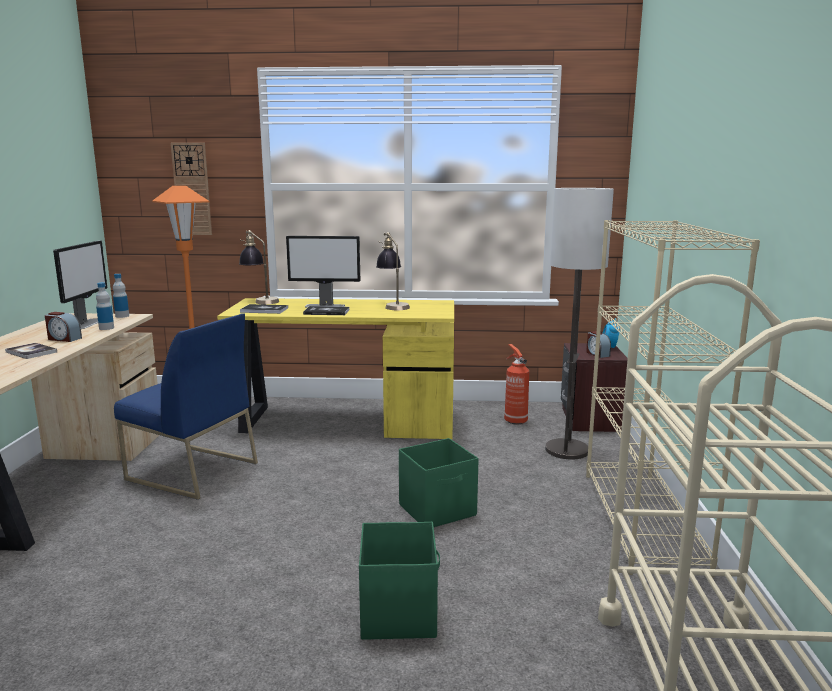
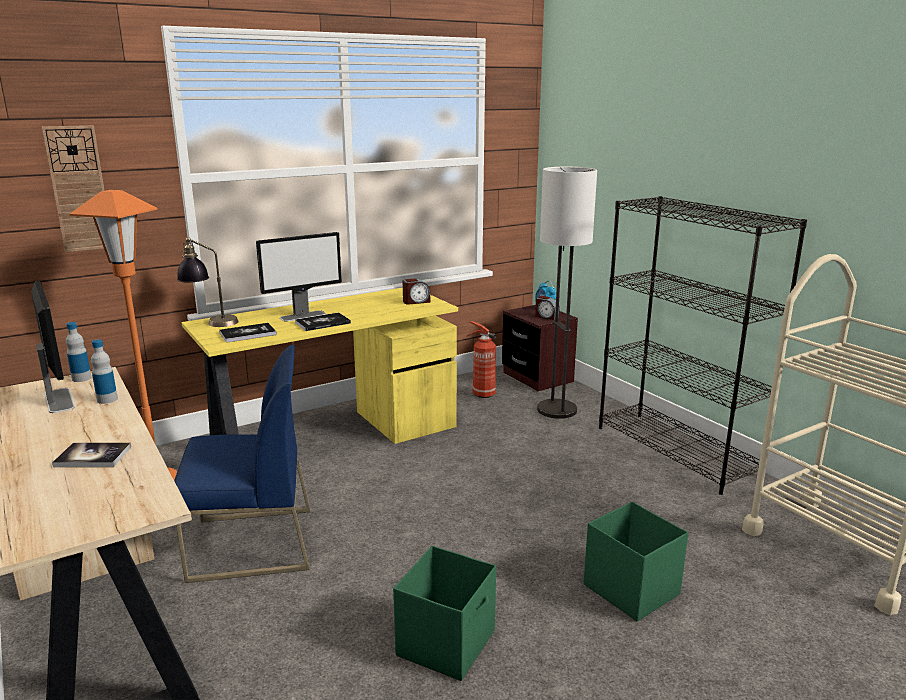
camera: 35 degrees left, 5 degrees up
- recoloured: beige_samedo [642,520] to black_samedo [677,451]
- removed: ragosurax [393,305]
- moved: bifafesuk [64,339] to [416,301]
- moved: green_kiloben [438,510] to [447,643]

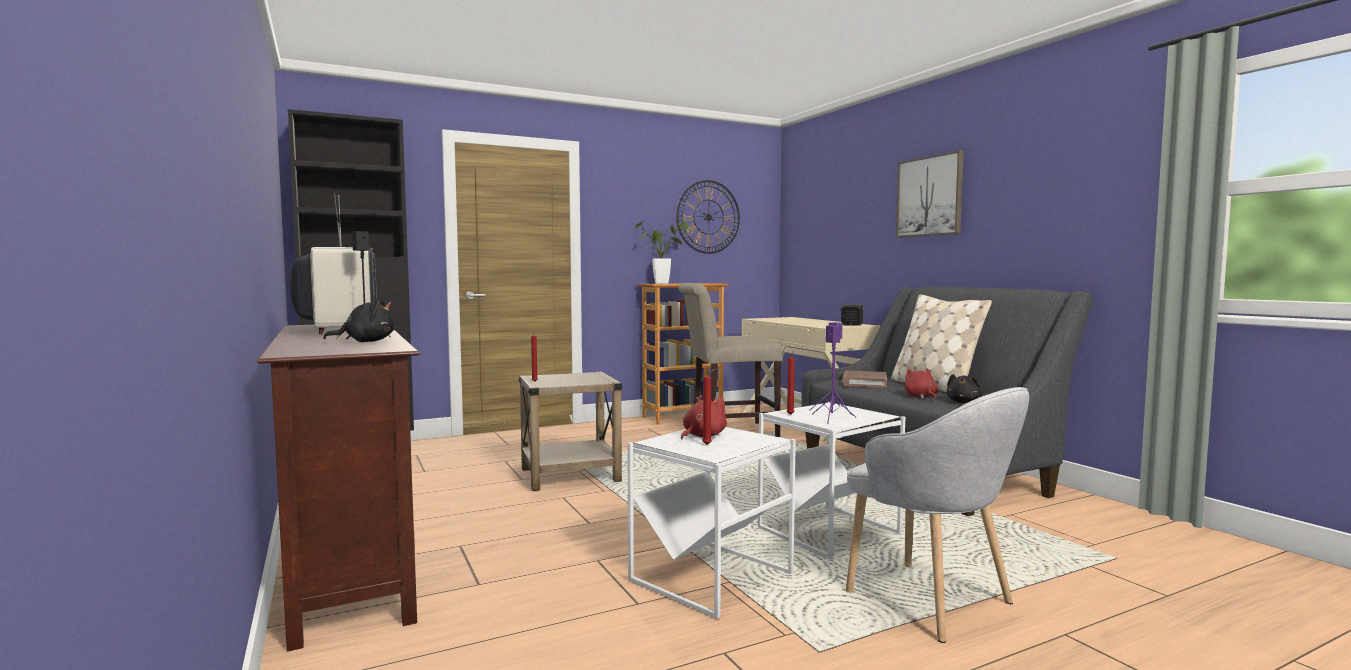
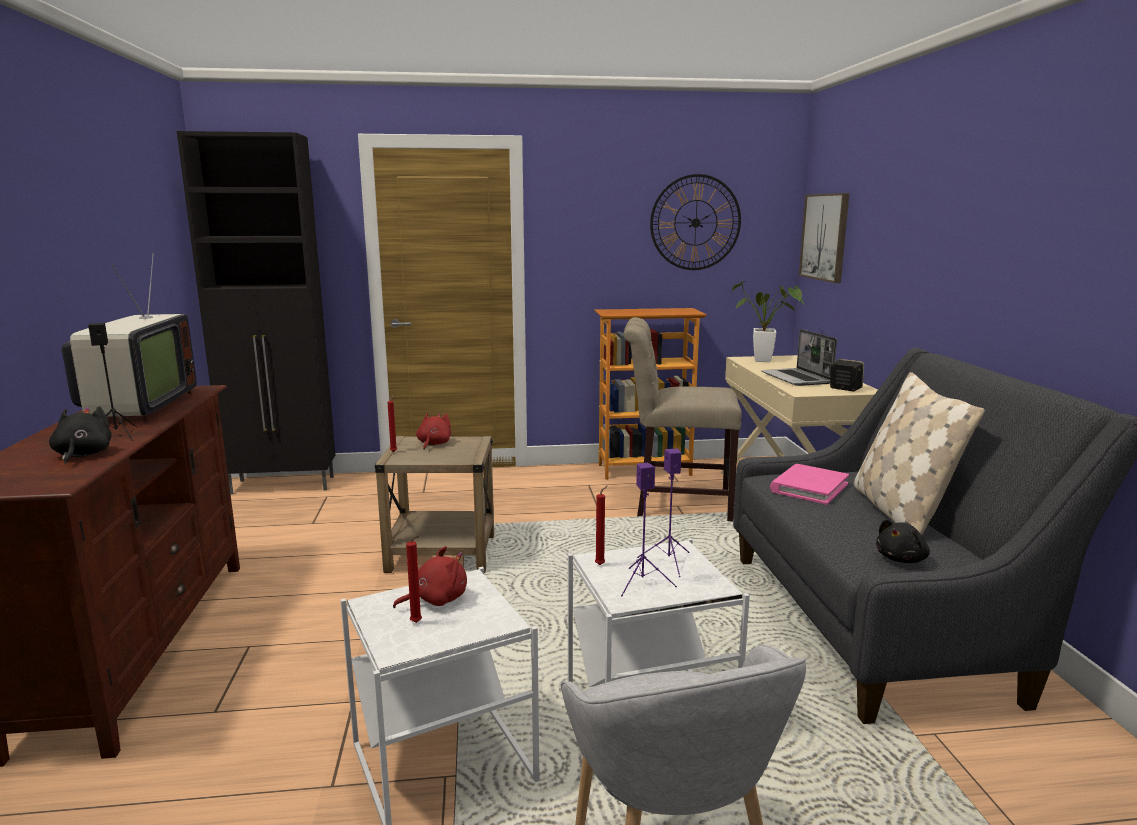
camera: 20 degrees right, 10 degrees up
- moved: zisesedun [930,196] to [825,237]
- moved: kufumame [665,283] to [767,361]
- turned: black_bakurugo [366,341] = [82,455] 105 degrees counterclockwise
- moved: red_bakurugo [921,397] to [433,444]
- recoloured: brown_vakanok [864,382] to pink_vakanok [809,487]
- added: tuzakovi [797,378]

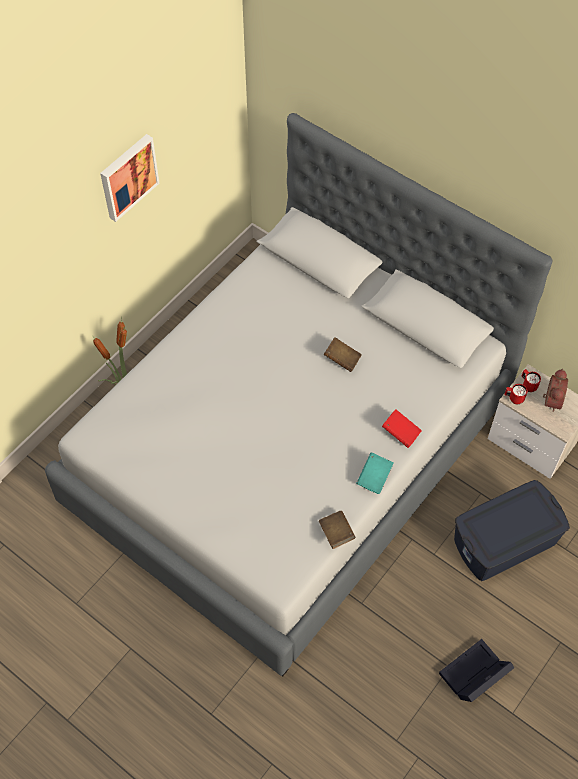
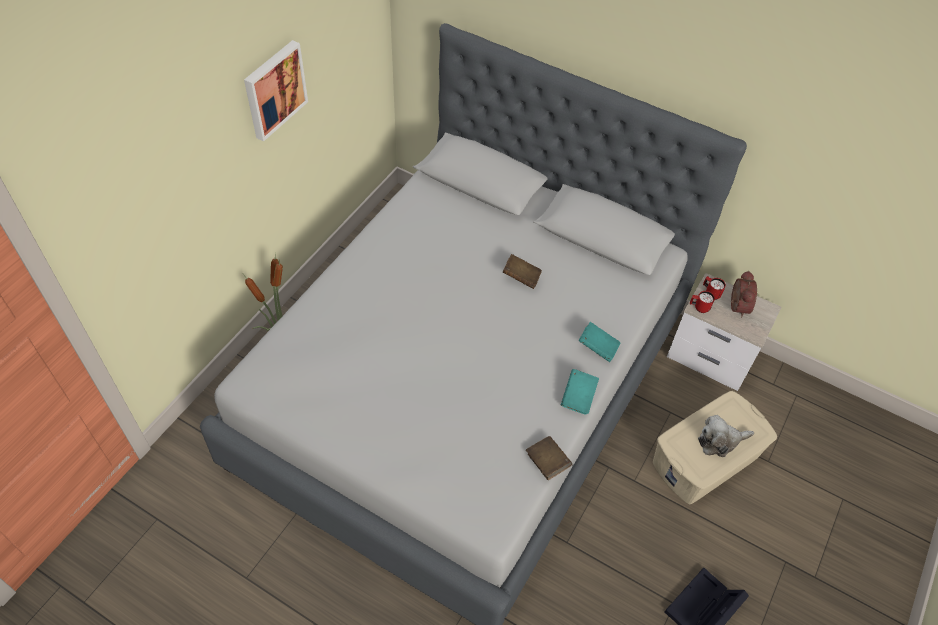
camera: 10 degrees left, 5 degrees down
- recoloured: red_vakanok [400,433] to turquoise_vakanok [597,348]
- recoloured: blue_kiloben [505,542] to beige_kiloben [705,460]
- added: bakurugo [720,441]

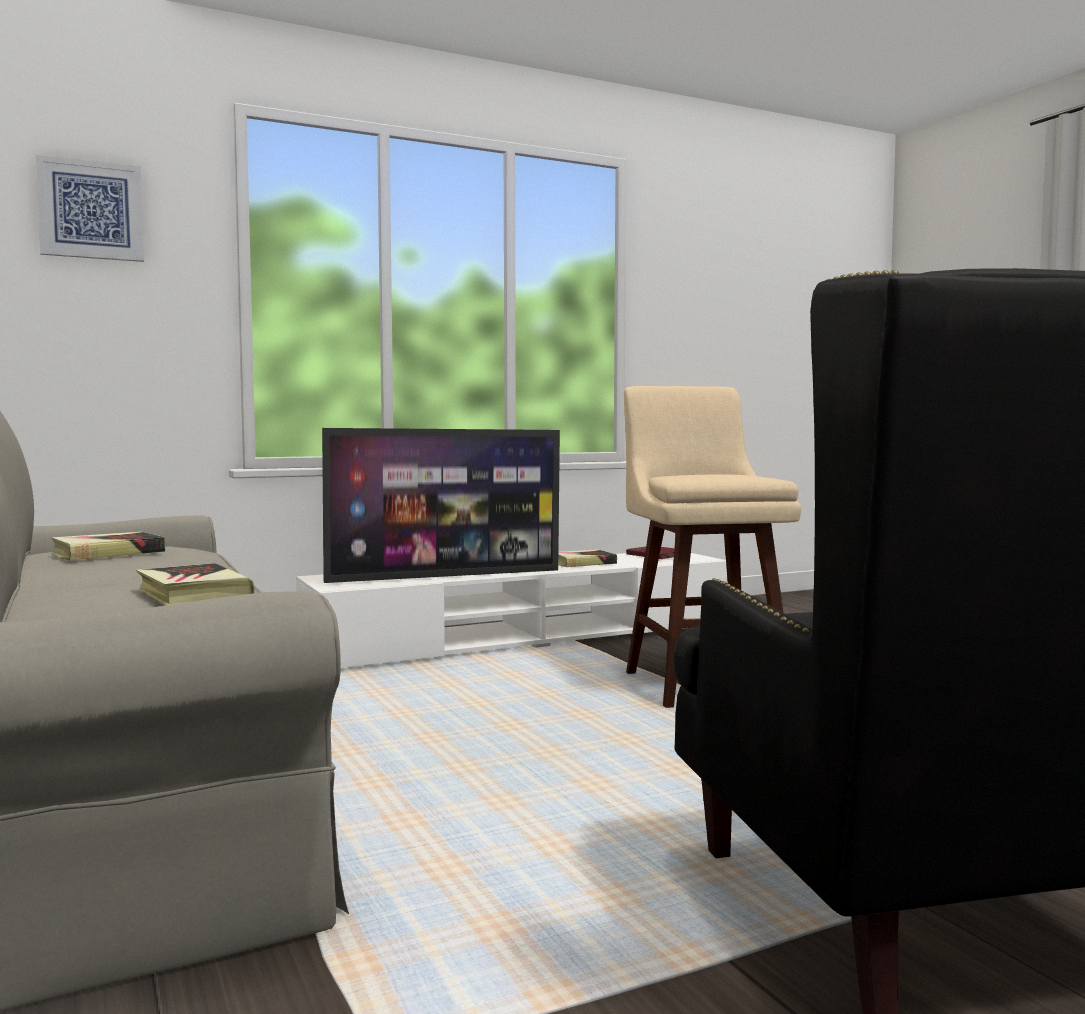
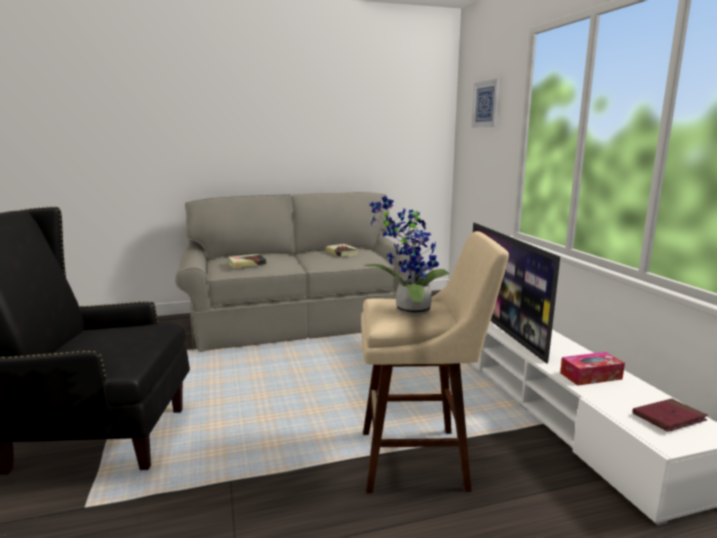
camera: 100 degrees right, 10 degrees up
- replaced: vakanok [583,563] to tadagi [590,376]
- added: kufumame [408,311]

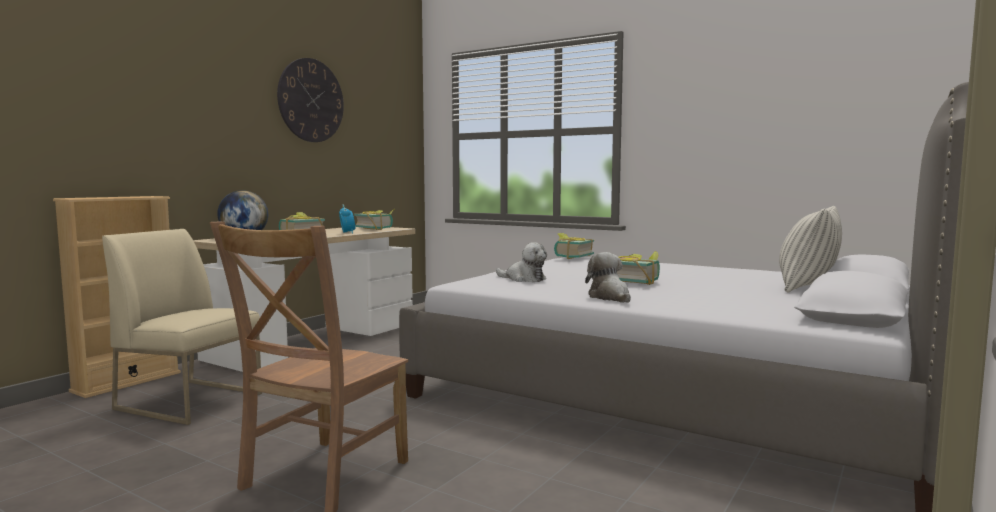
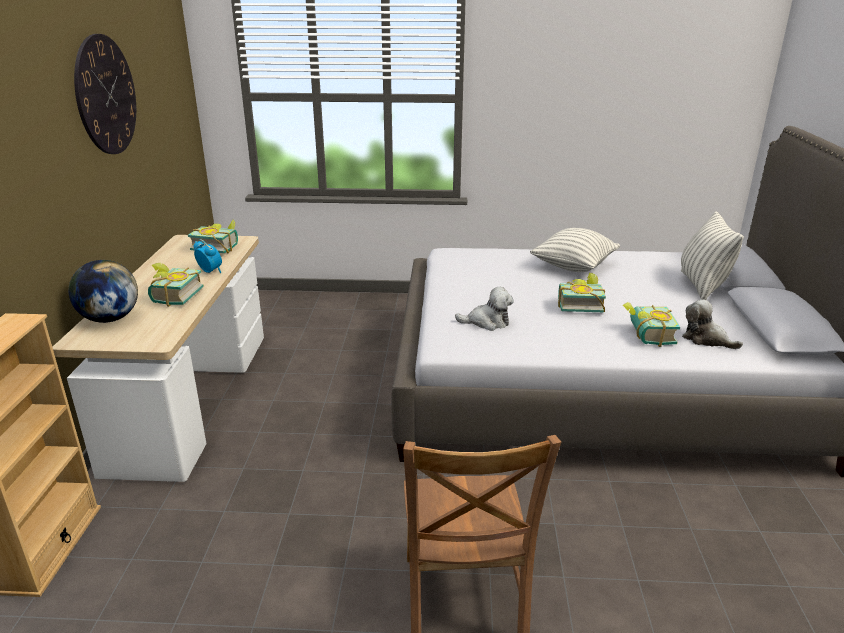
camera: 30 degrees left, 20 degrees up
- removed: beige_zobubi [191,401]
- moved: vakanok [570,257] to [646,335]
- moved: bakurugo [610,297] to [706,339]
- added: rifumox [573,267]

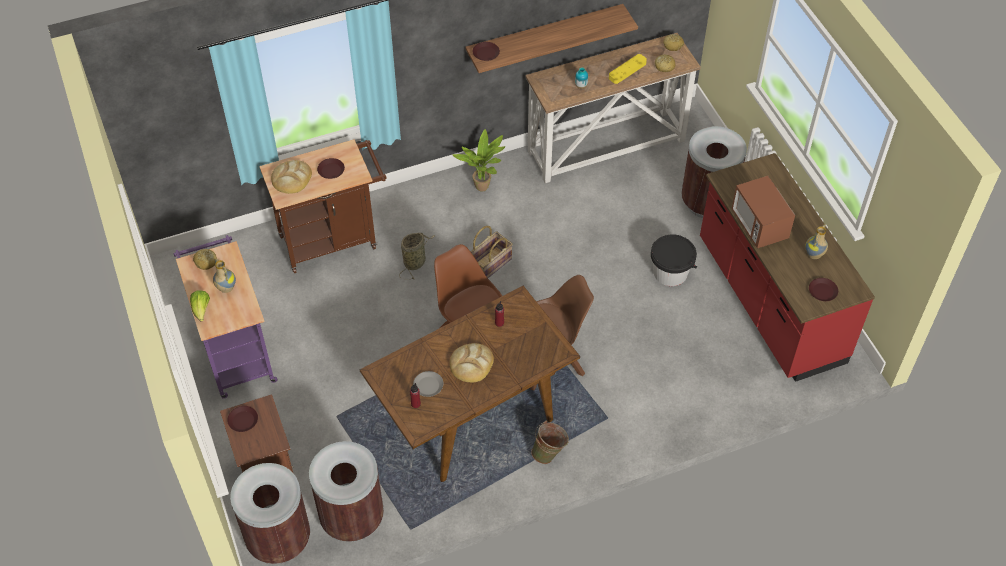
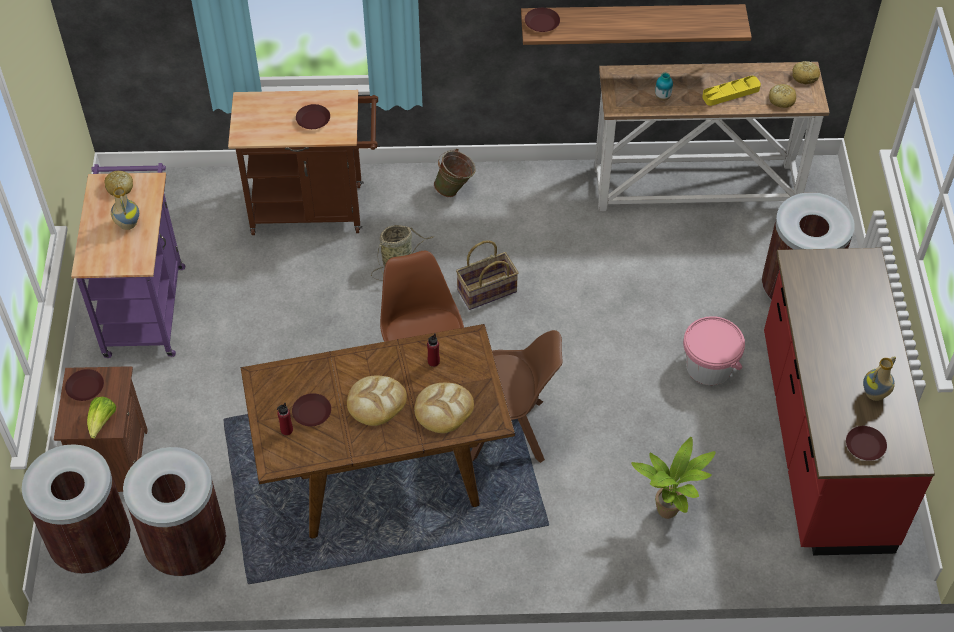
camera: 20 degrees right, 0 degrees up
- moved: kufumame [483,188] to [668,514]
- moved: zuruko [291,178] to [443,409]
- removed: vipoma [759,225]
- recoloured: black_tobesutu [670,272] to pink_tobesutu [709,366]
- moved: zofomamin [201,310] to [102,422]
- recoloured: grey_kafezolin [428,386] to brown_kafezolin [312,413]
- moved: green_tobesutu [549,453] to [455,190]

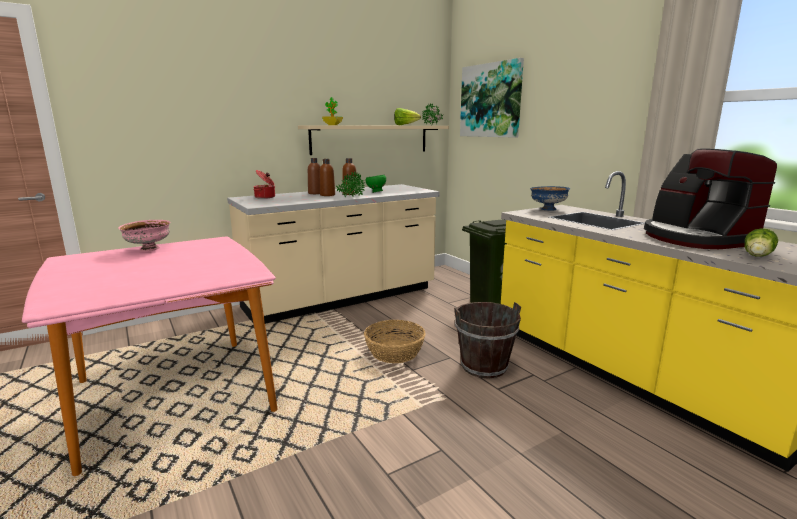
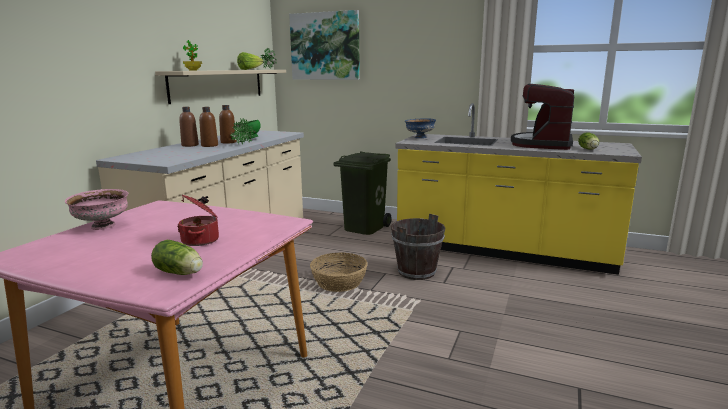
camera: 35 degrees left, 0 degrees up
- turned: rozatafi [696,238] = [542,144] 75 degrees clockwise
- moved: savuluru [265,197] to [201,240]
- added: zofomamin [180,273]

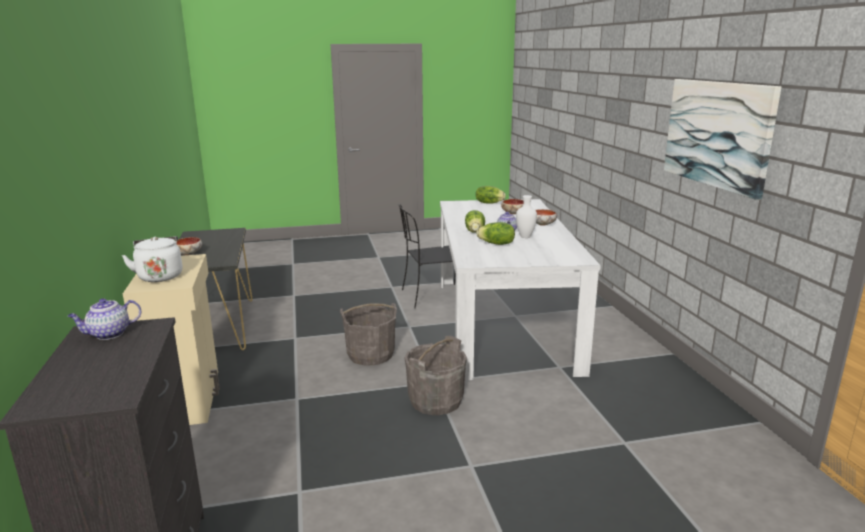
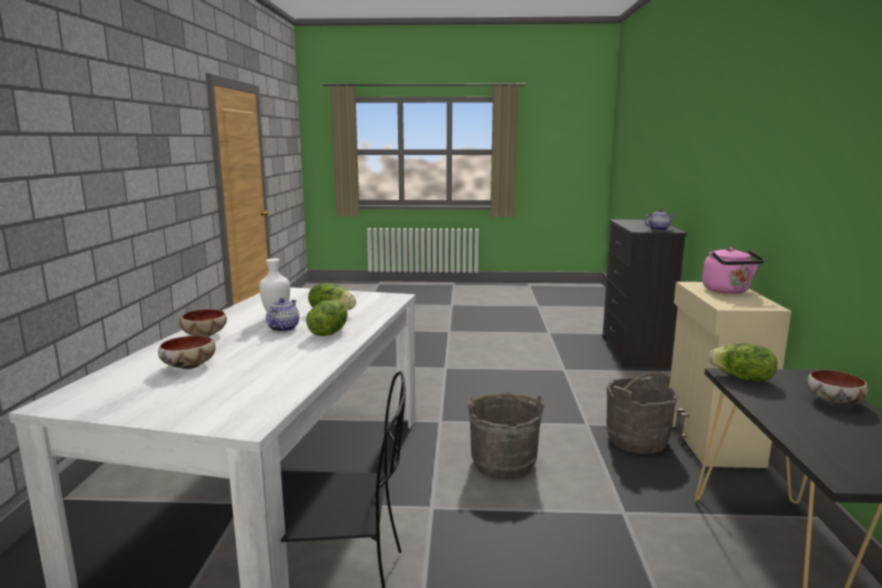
camera: 165 degrees left, 5 degrees down
- removed: zisesedun [717,134]
- moved: zofomamin [489,203] to [742,378]
- recoloured: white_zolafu [160,276] to pink_zolafu [728,291]
- moved: grey_tobesutu [436,401] to [637,440]

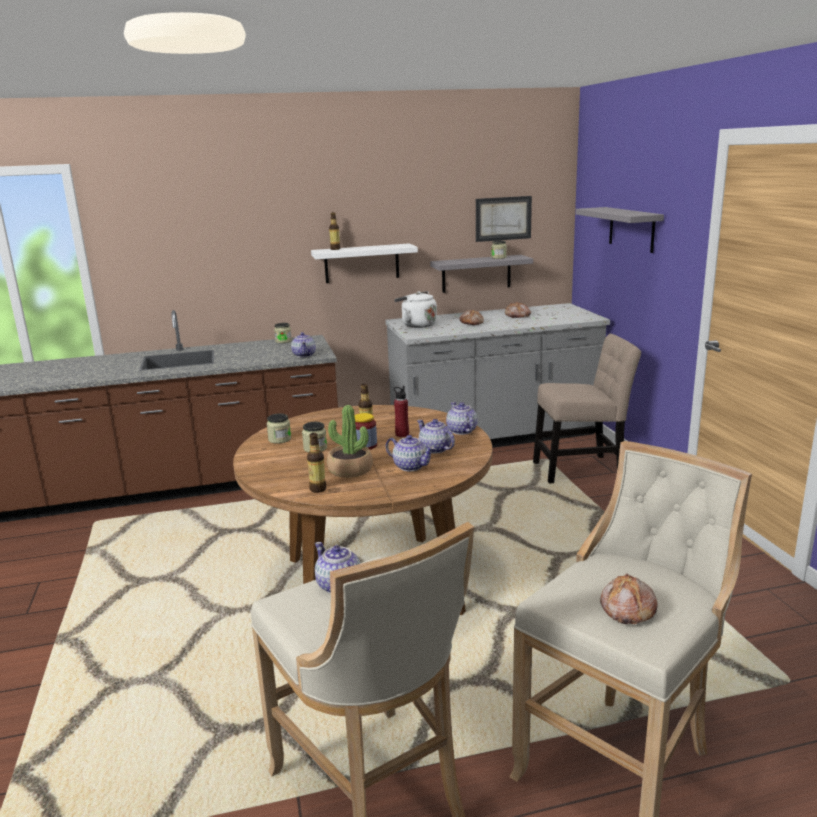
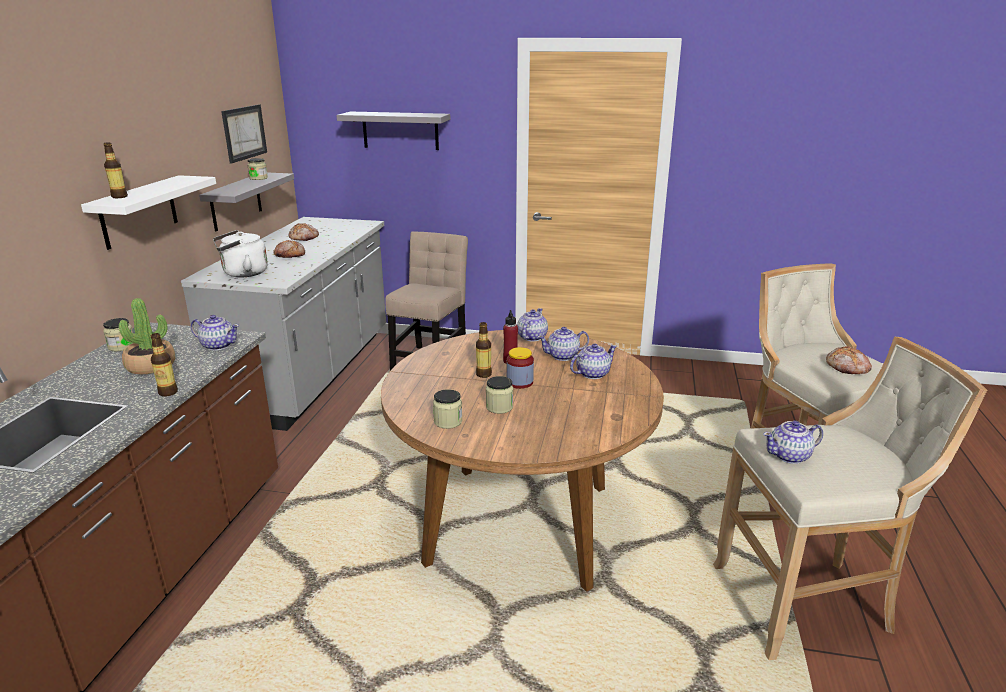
camera: 65 degrees left, 5 degrees up
- turned: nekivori [461,431] = [531,337] 105 degrees clockwise
- moved: kufumame [350,470] to [151,366]
- moved: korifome [318,489] to [168,392]

